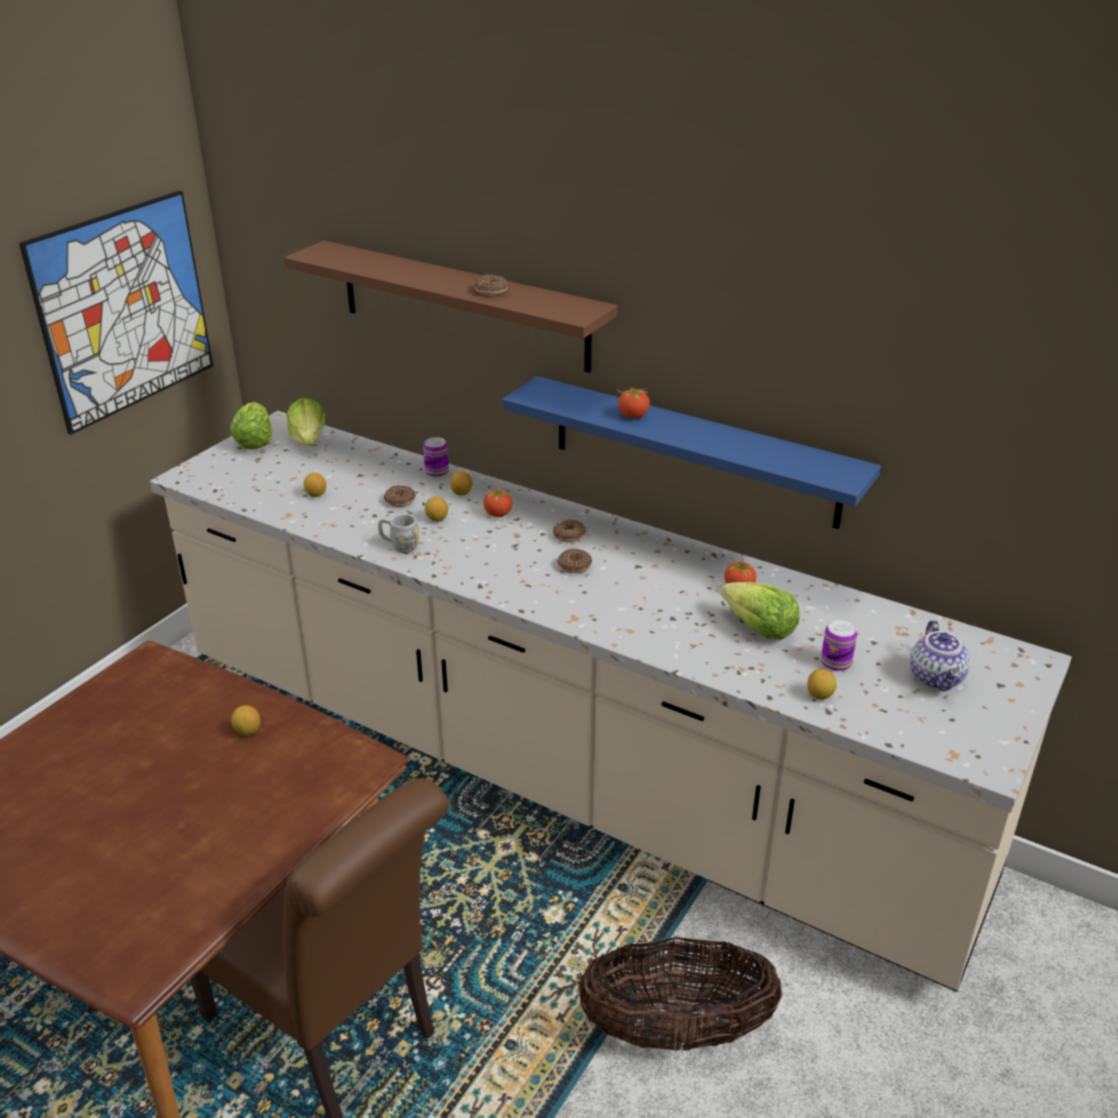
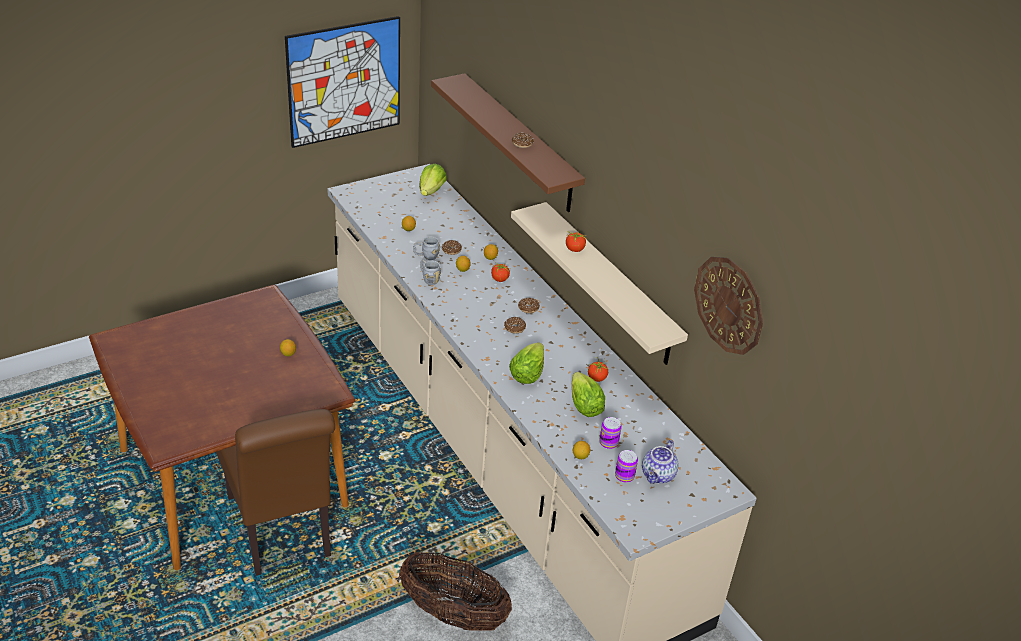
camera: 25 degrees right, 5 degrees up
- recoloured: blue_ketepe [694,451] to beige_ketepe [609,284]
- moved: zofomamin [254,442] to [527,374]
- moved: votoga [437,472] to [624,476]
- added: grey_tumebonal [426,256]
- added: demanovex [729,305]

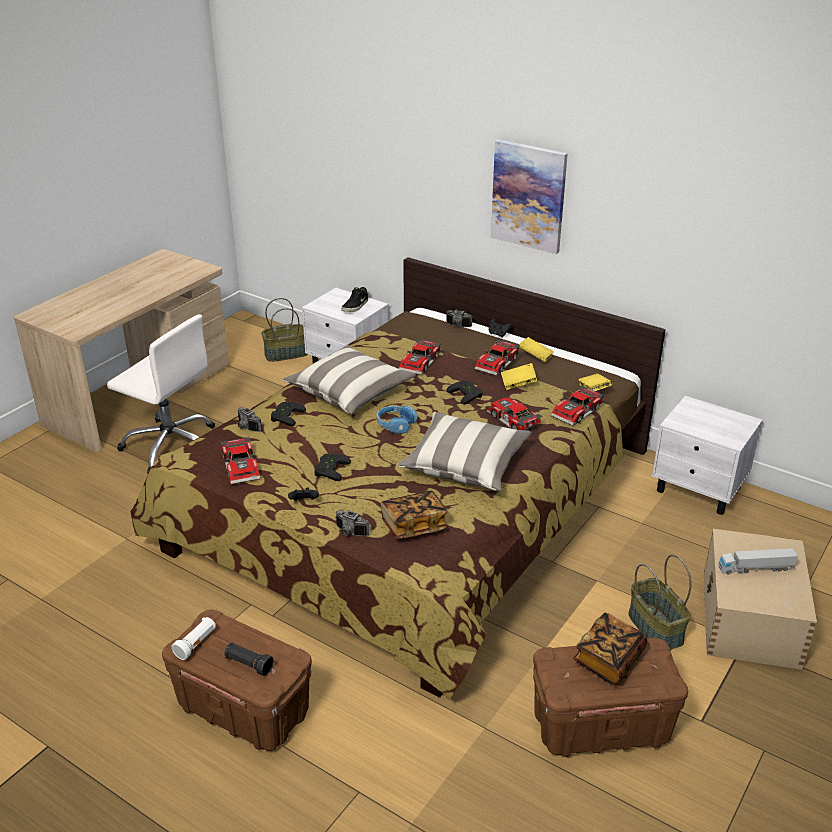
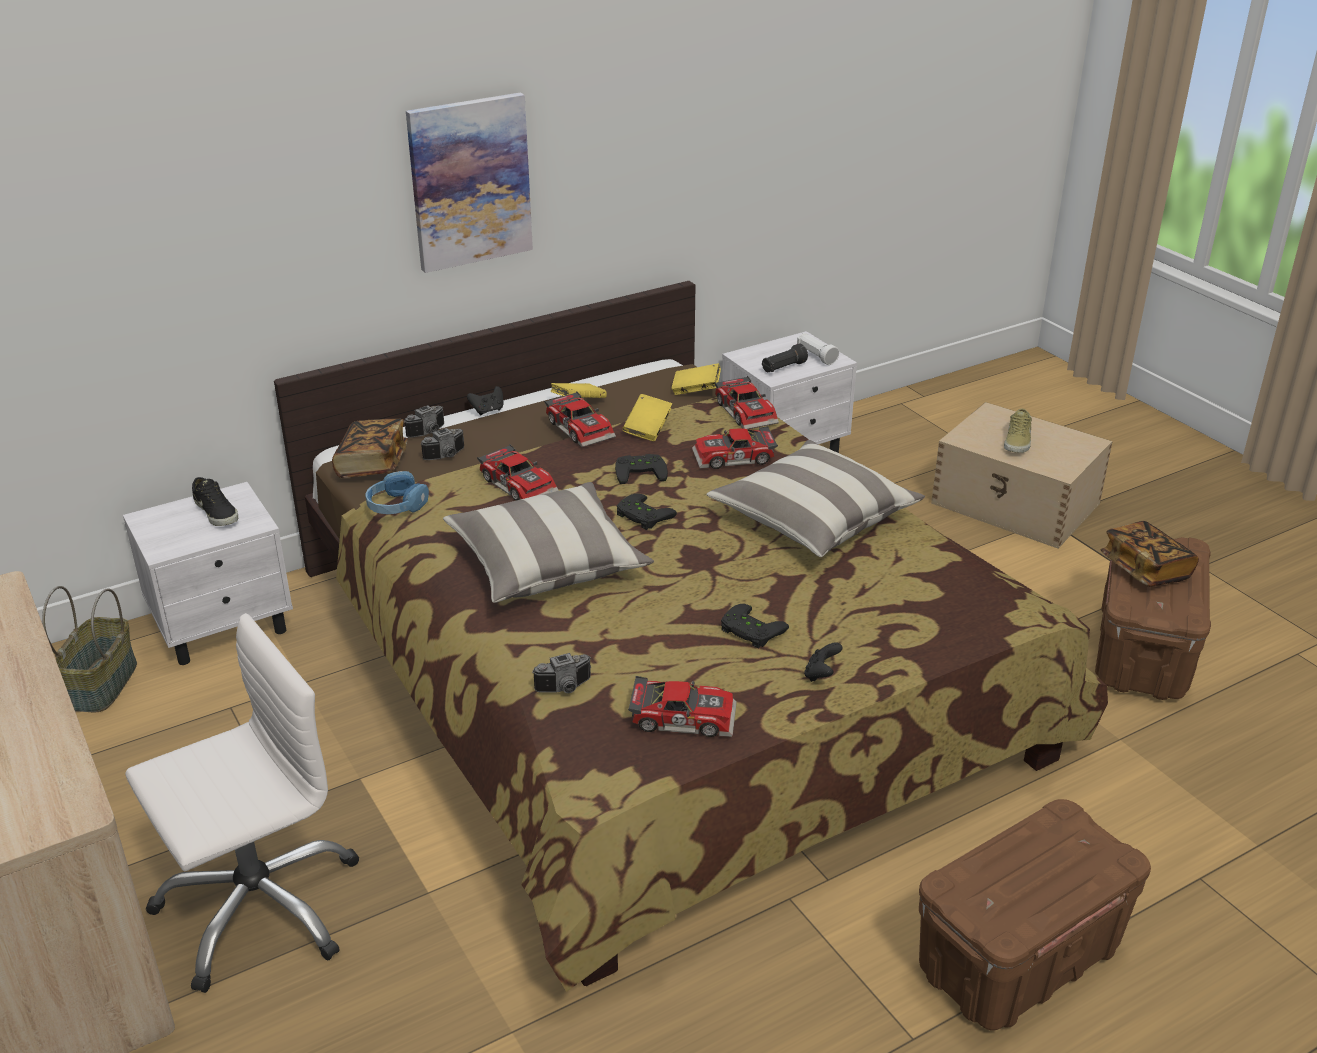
camera: 65 degrees left, 0 degrees up
- moved: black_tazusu [285,416] to [641,516]
- moved: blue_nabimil [395,424] to [396,505]
- moved: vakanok [413,525] to [372,464]
- moved: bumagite [349,533] to [447,456]
- replaced: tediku [756,568] to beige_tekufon [1018,441]
- removed: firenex [656,628]
- moved: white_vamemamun [196,644] to [816,356]
- moved: black_vamemamun [248,664] to [783,368]

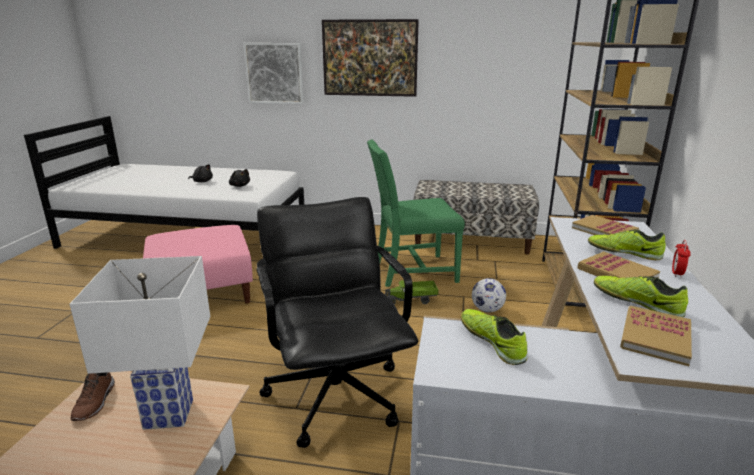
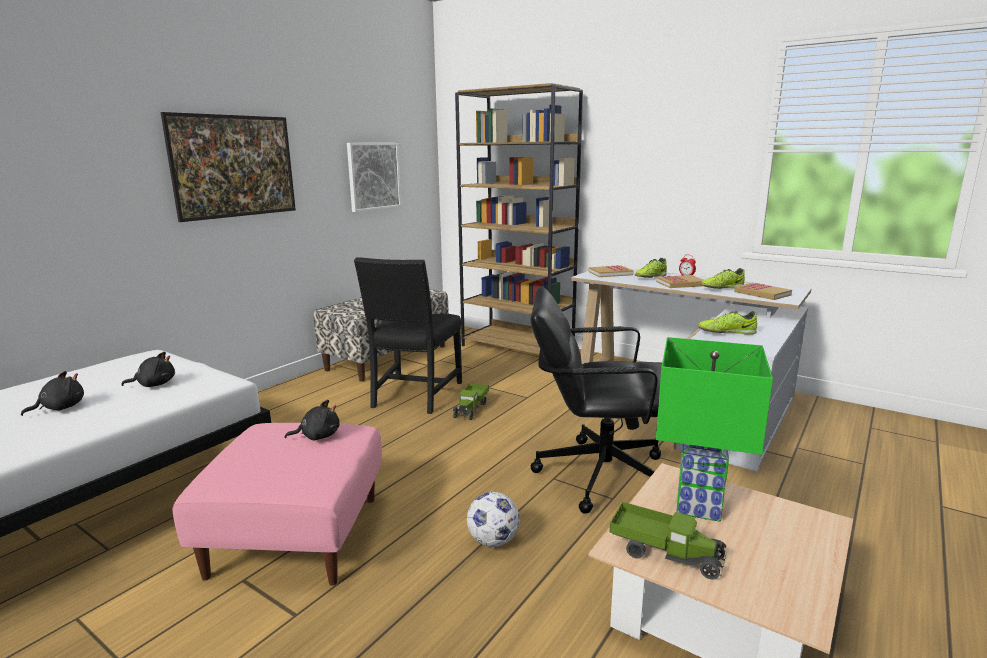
camera: 65 degrees left, 5 degrees down
- moved: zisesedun [274,73] to [373,176]
- recoloured: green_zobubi [412,271] to black_zobubi [414,395]
- recoloured: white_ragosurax [168,413] to green_ragosurax [697,506]
- moved: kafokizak [487,310] to [493,541]
- replaced: brown_tekufon [96,402] to tediku [665,553]
- added: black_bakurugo [318,436]

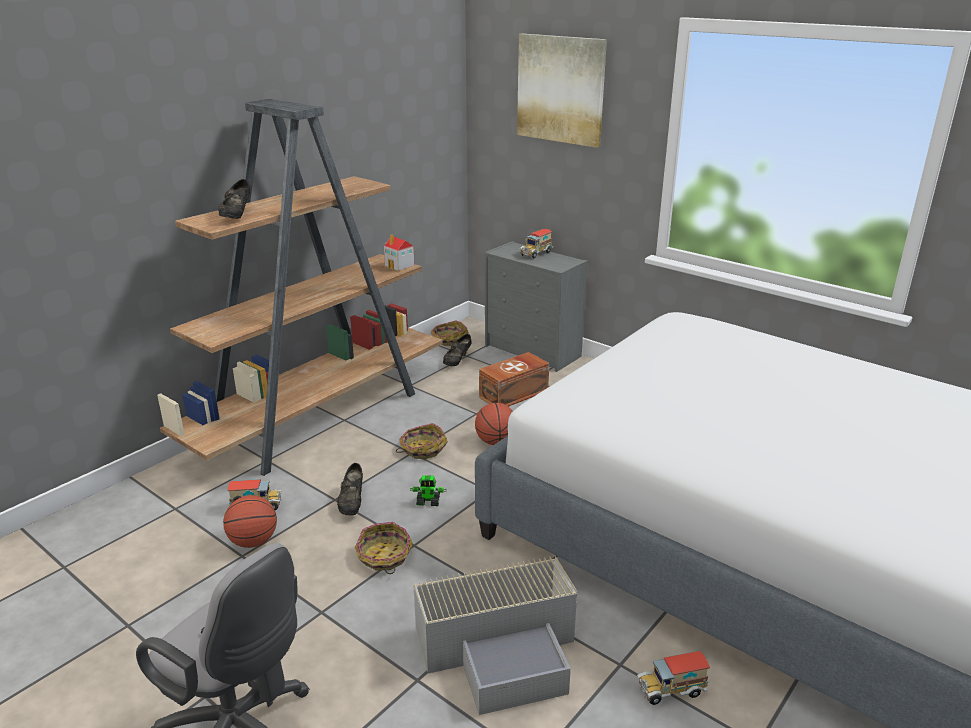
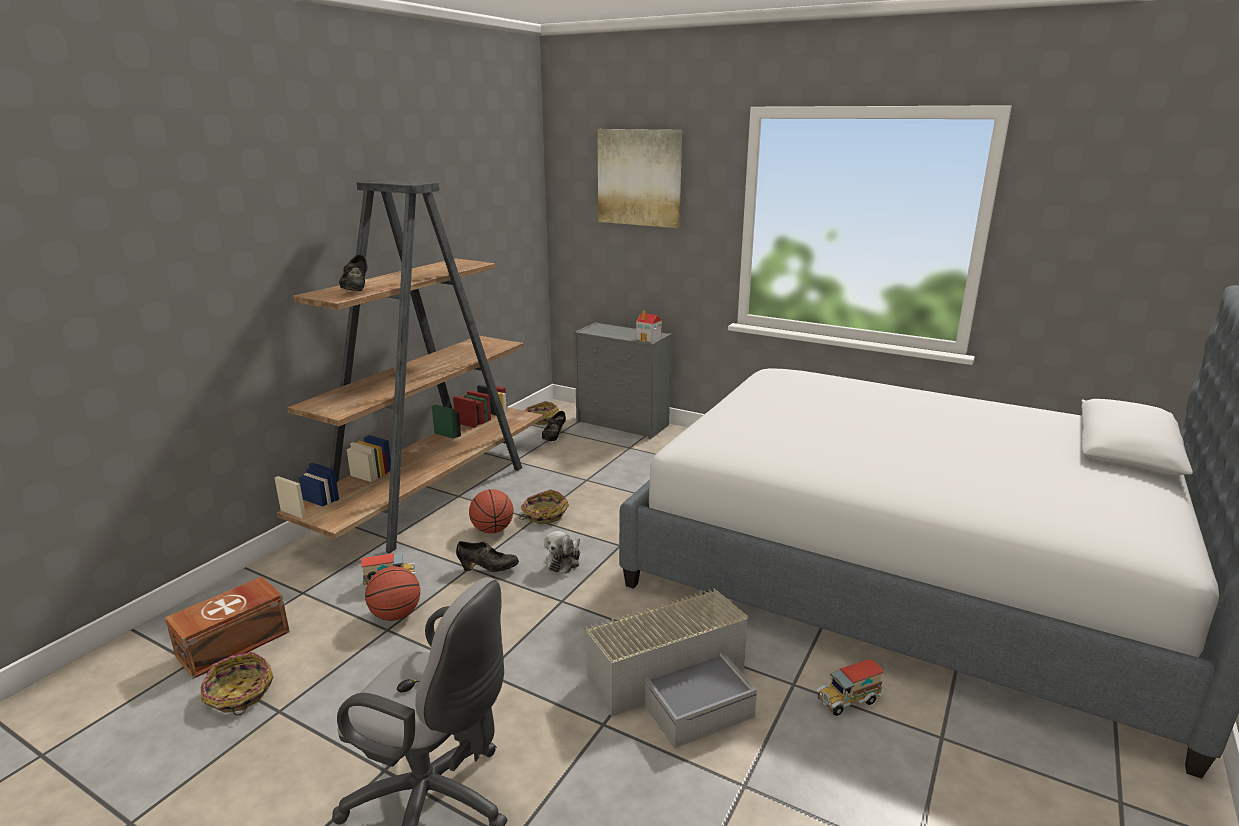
camera: 10 degrees left, 5 degrees down
- removed: tediku [536,254]
- moved: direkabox [400,265] to [649,338]
- moved: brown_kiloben [515,394] to [235,643]
- moved: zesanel [495,442] to [492,530]
- turned: black_tekufon [352,503] = [488,569] 75 degrees counterclockwise
- replaced: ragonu [428,502] to bakurugo [564,561]
- moved: firenex [384,556] to [239,694]

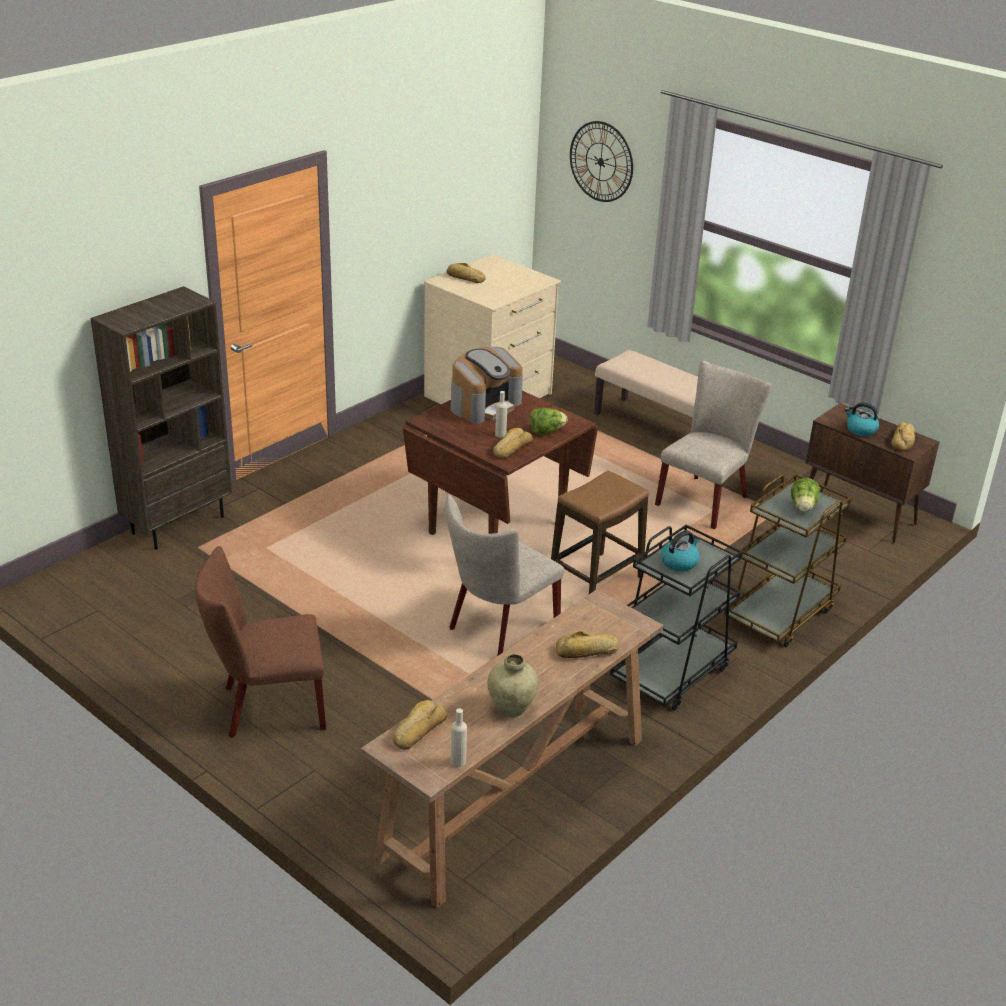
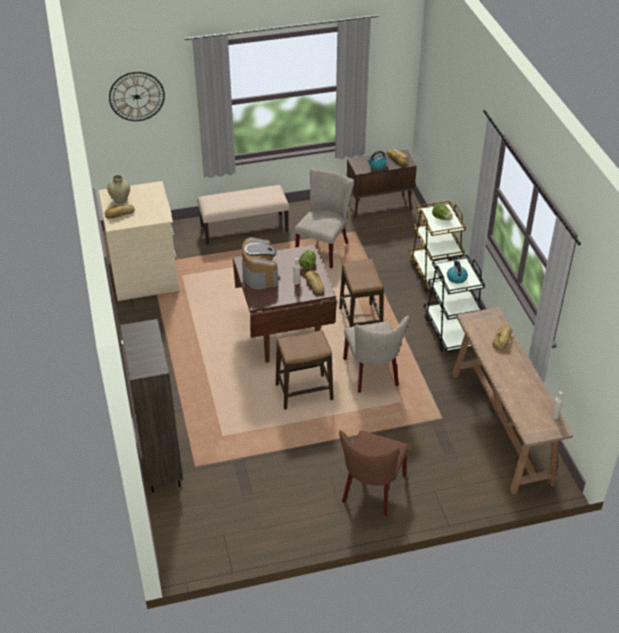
camera: 55 degrees left, 10 degrees up
- turned: beige_zobubi [705,499] = [324,248] 45 degrees clockwise
- moved: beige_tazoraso [511,708] to [120,200]
- removed: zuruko [418,729]
- added: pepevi [304,392]

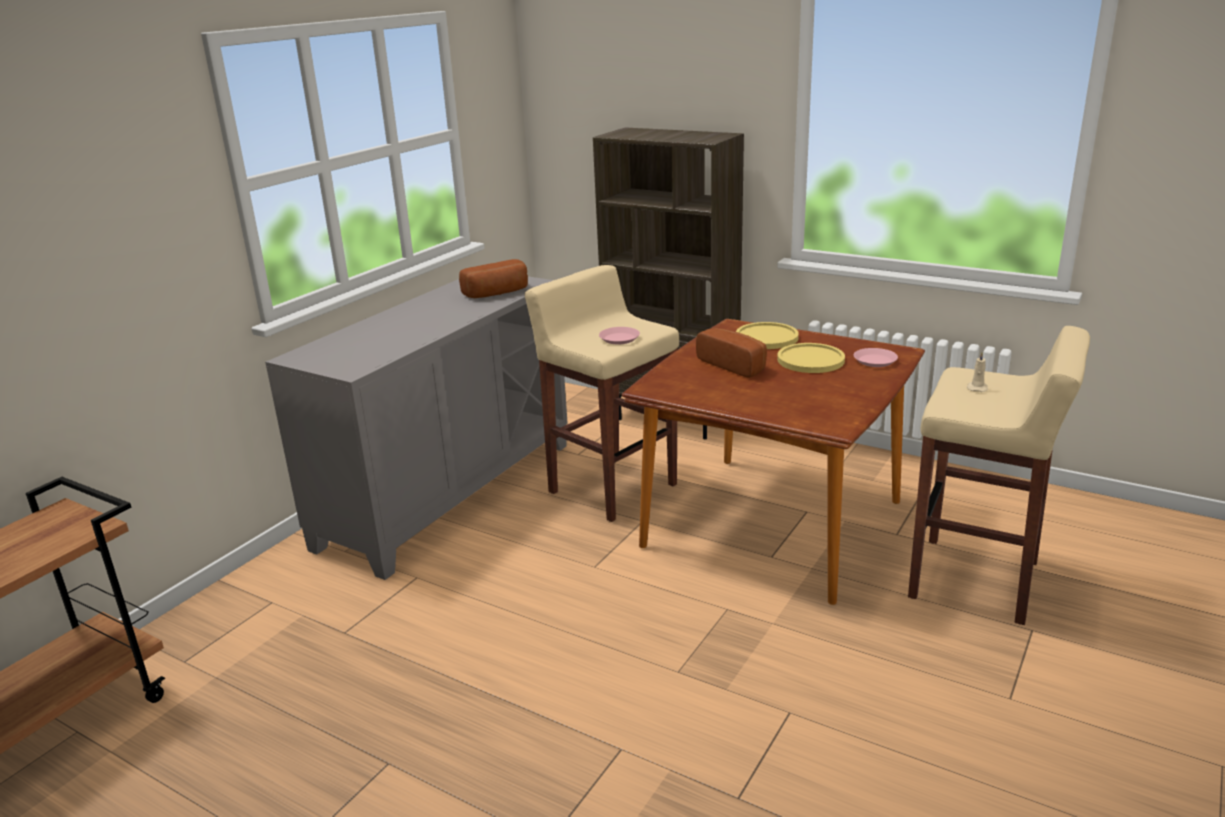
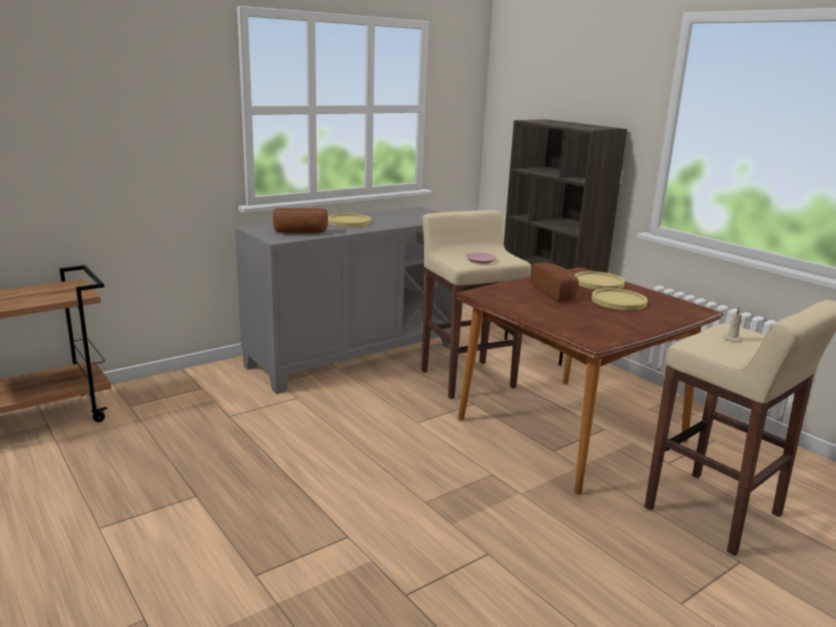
camera: 20 degrees right, 5 degrees down
- moved: zuruko [498,293] to [300,232]
- removed: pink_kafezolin [875,361]
- added: yellow_kafezolin [348,222]

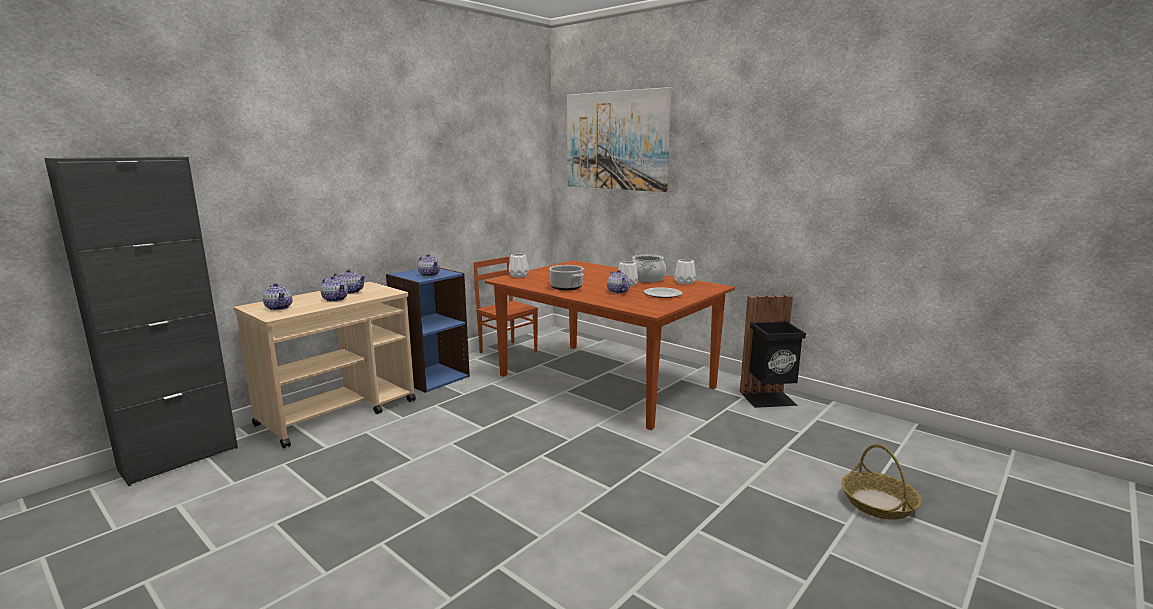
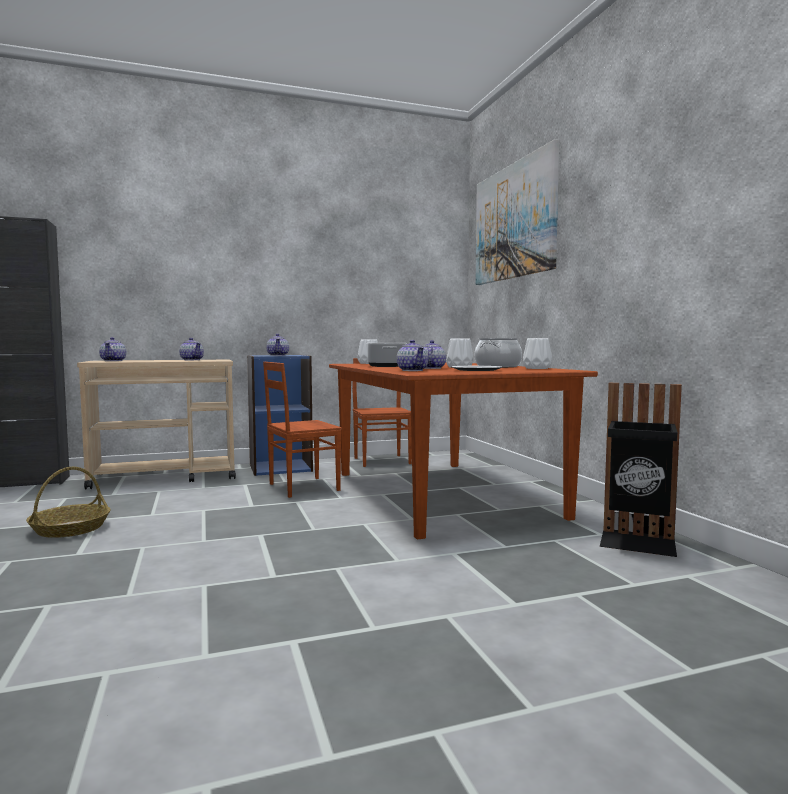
camera: 30 degrees right, 10 degrees down
- moved: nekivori [335,299] to [412,370]
- moved: firenex [877,503] to [70,528]
- added: brown_zobubi [302,487]

